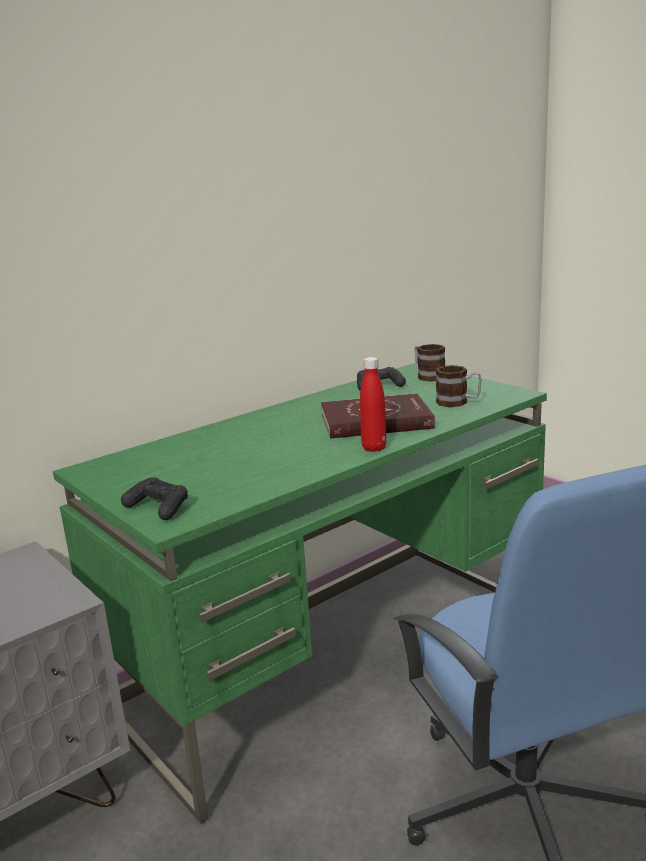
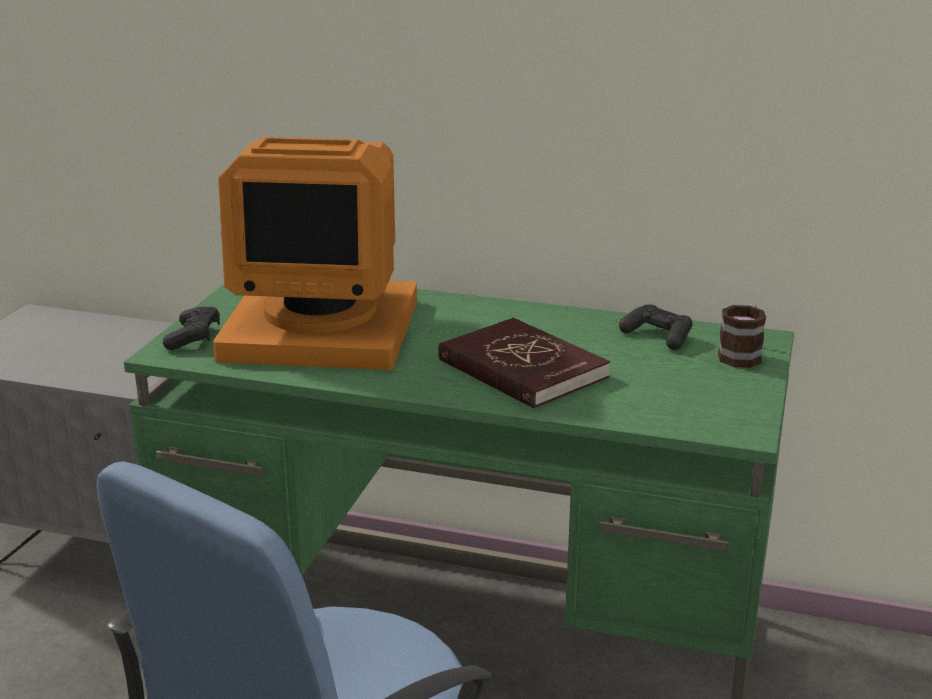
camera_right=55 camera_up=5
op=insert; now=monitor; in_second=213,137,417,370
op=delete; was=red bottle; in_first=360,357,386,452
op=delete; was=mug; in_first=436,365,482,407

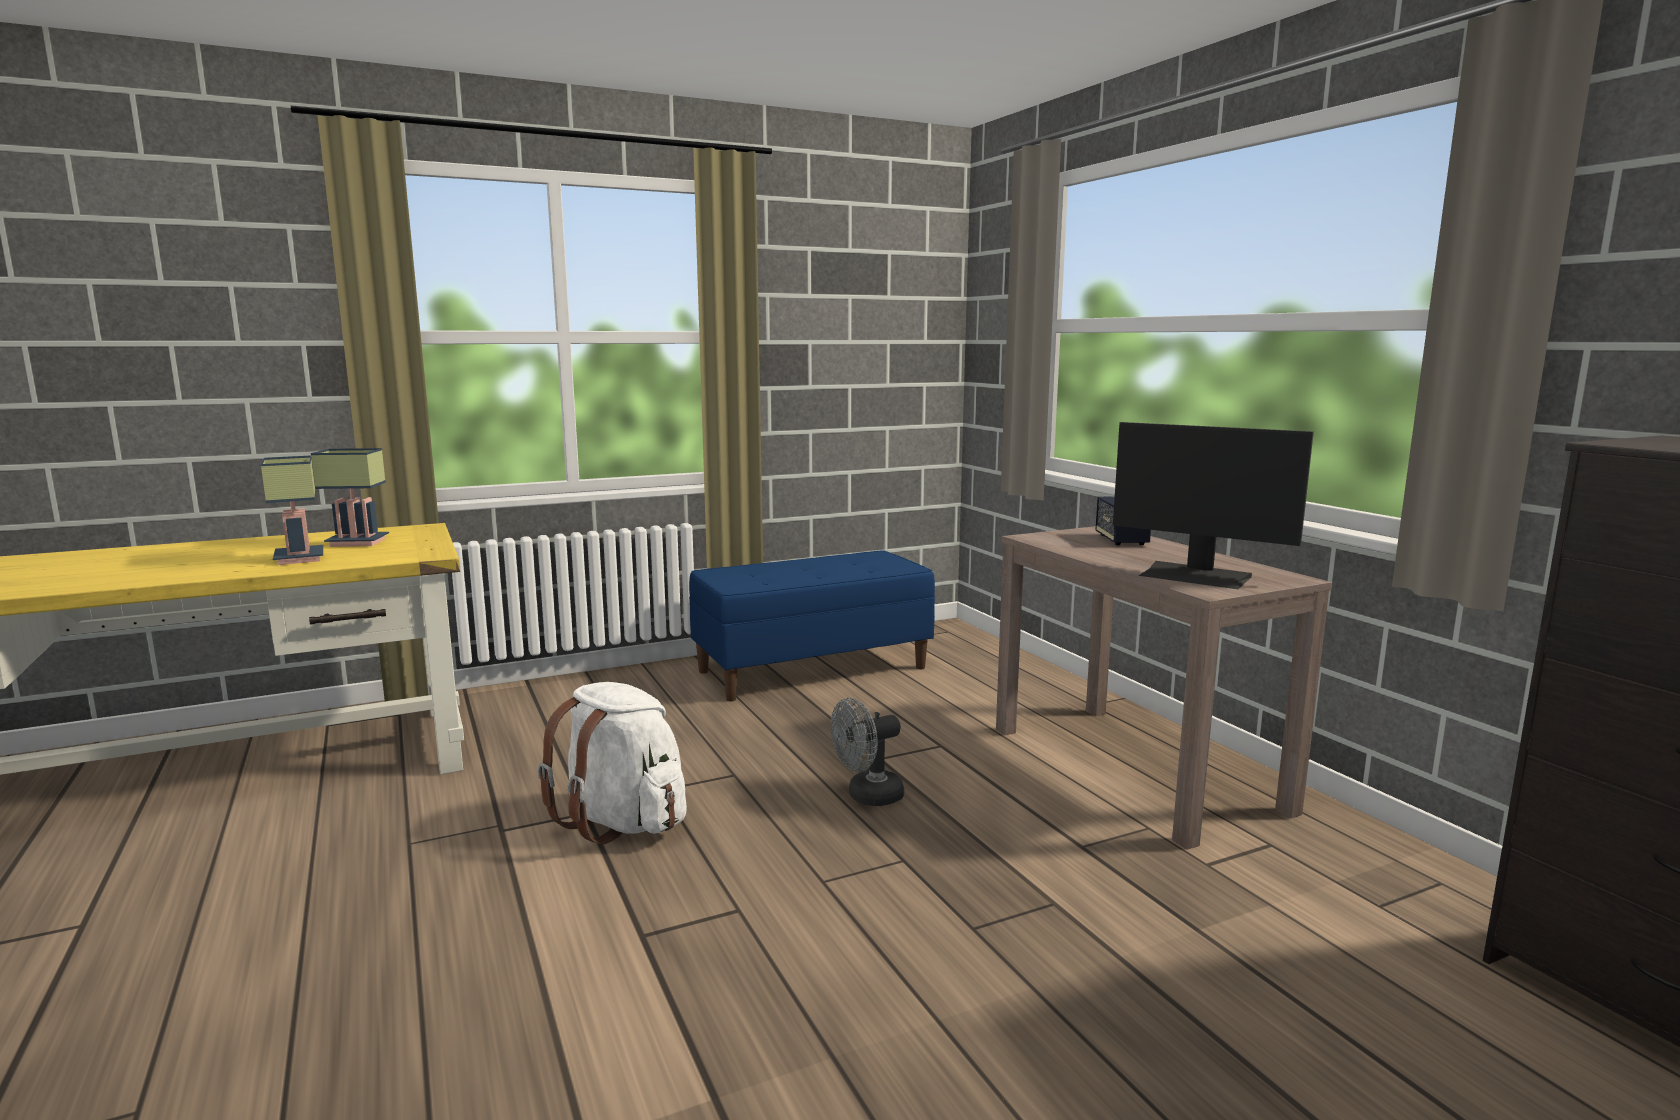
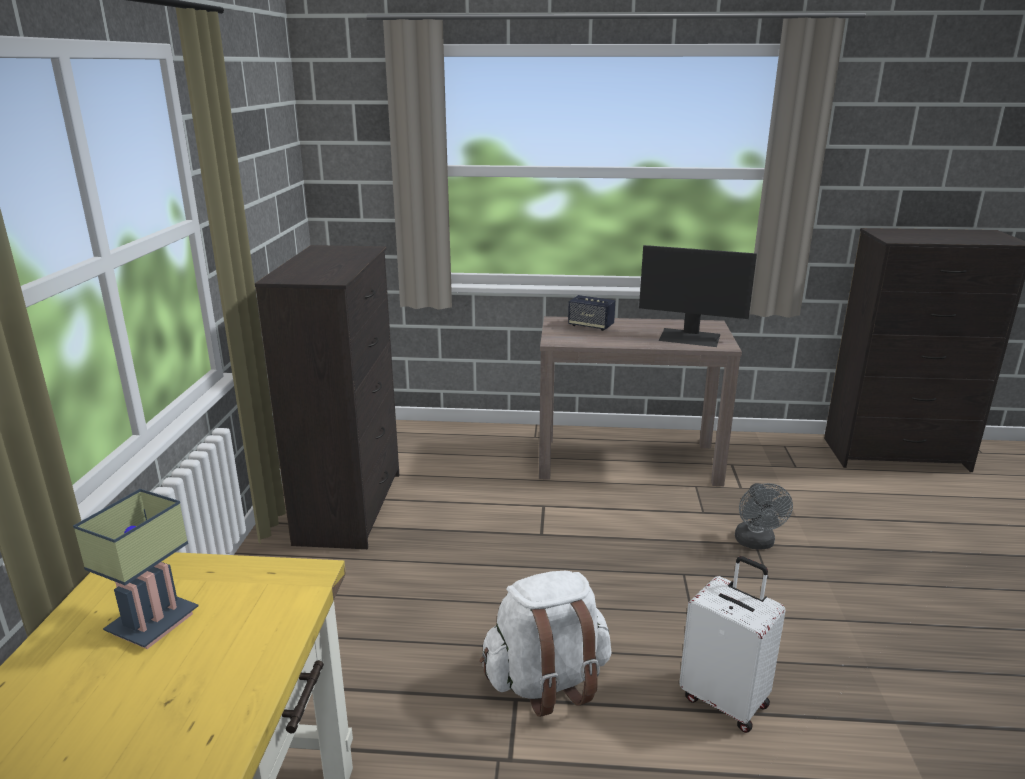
camera_right=-60 camera_up=10
op=replace; was=blue bench; now=black dresser; in_first=689,550,935,701; in_second=255,245,399,549
op=rotate; was=monitor; in_first=1113,422,1314,589; in_second=639,245,757,347; clockwise=45
op=insert; now=white suitcase; in_second=679,556,786,733
op=move; was=grey fan; in_first=831,698,904,806; in_second=735,483,793,549
op=delete; was=table lamp; in_first=261,455,323,565

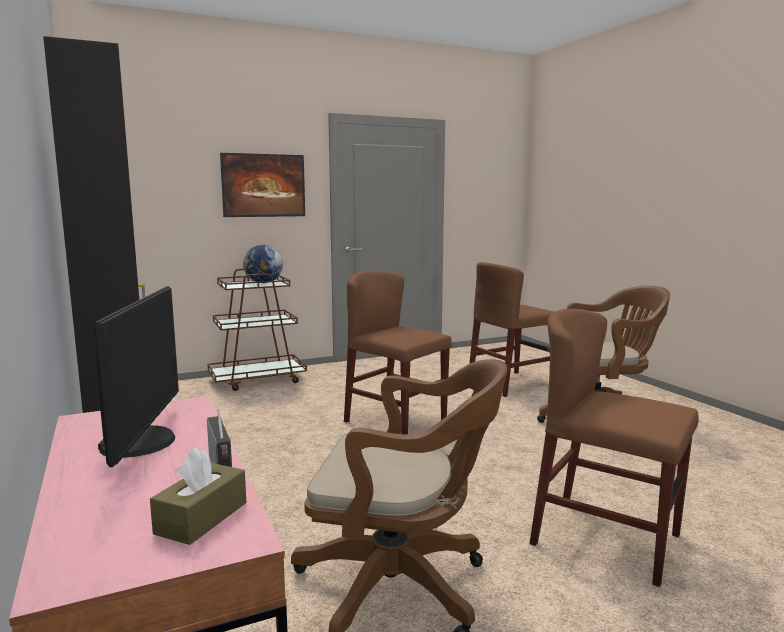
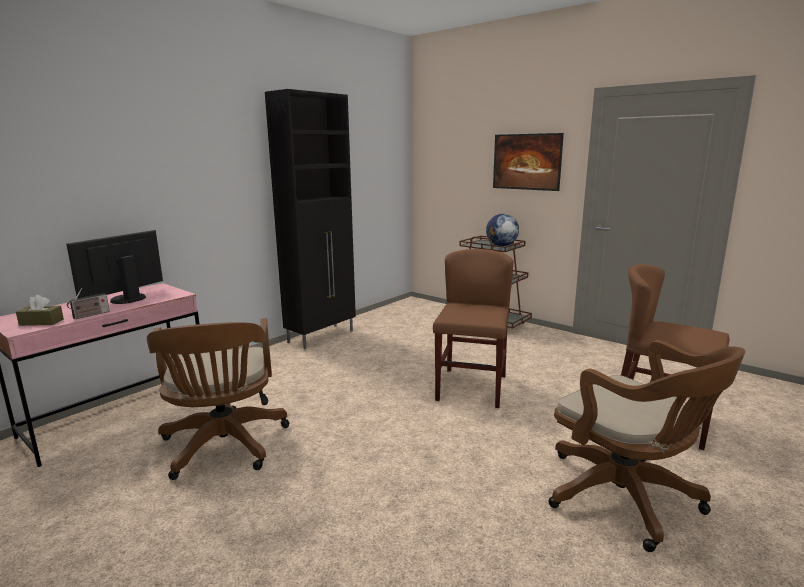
camera_right=65 camera_up=5
op=rotate; was=monitor; in_first=93,286,179,467; in_second=66,230,163,304; clockwise=150
op=delete; was=brown chair; in_first=529,309,699,587

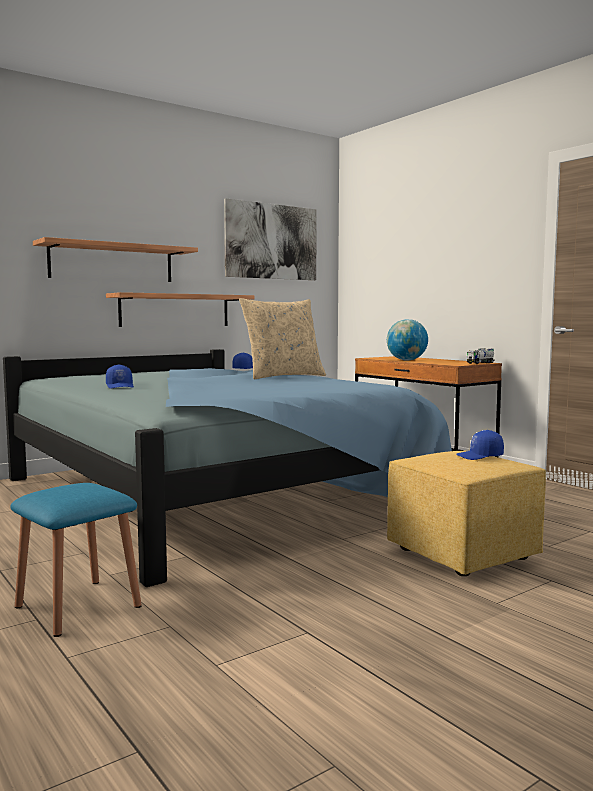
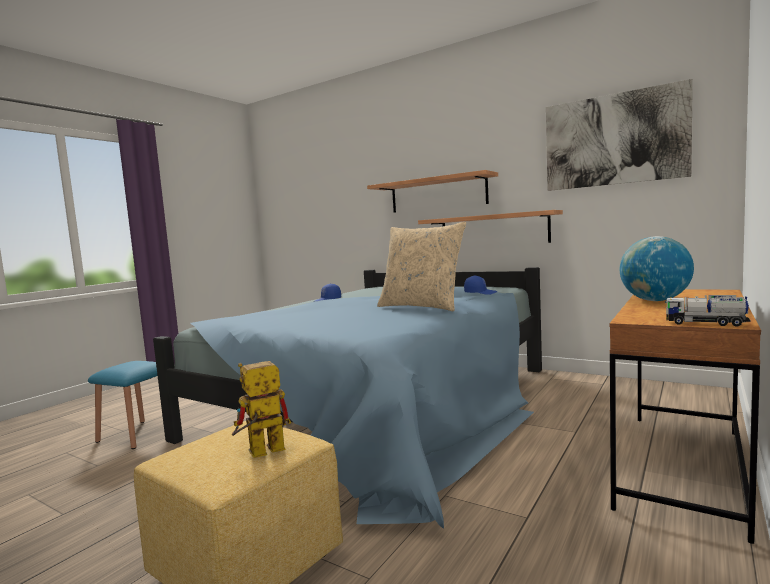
camera_right=70 camera_up=0
op=replace; was=blue cap; now=toy robot; in_first=456,430,504,460; in_second=232,361,291,458

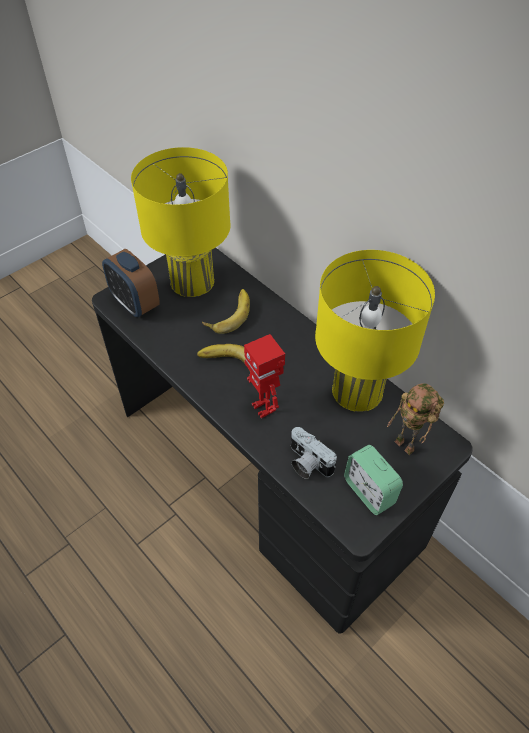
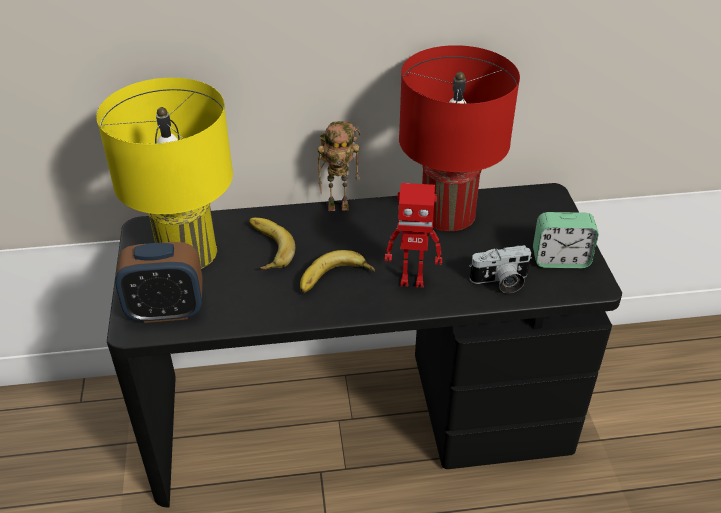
camera_right=-55 camera_up=-10
op=move; was=toy robot; in_first=387,383,444,455; in_second=318,121,360,211
op=recolor; was=yellow table lamp; now=red table lamp; in_first=315,250,435,412; in_second=399,45,520,231

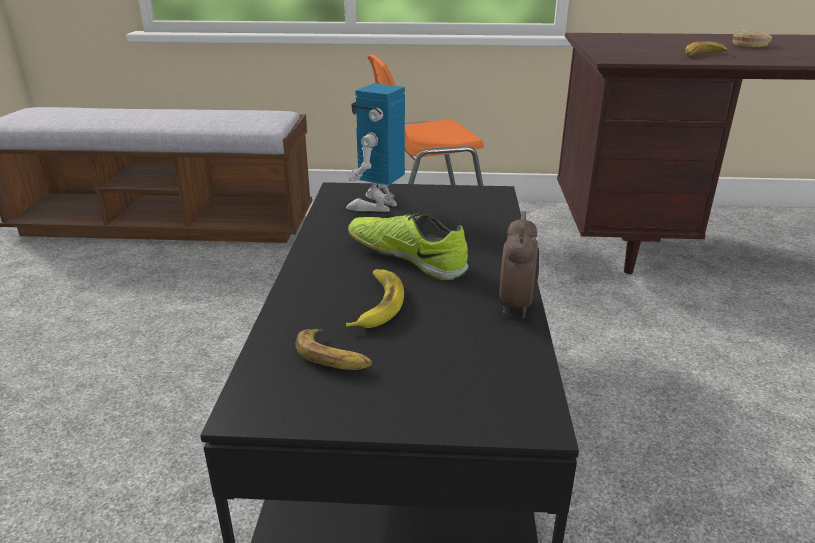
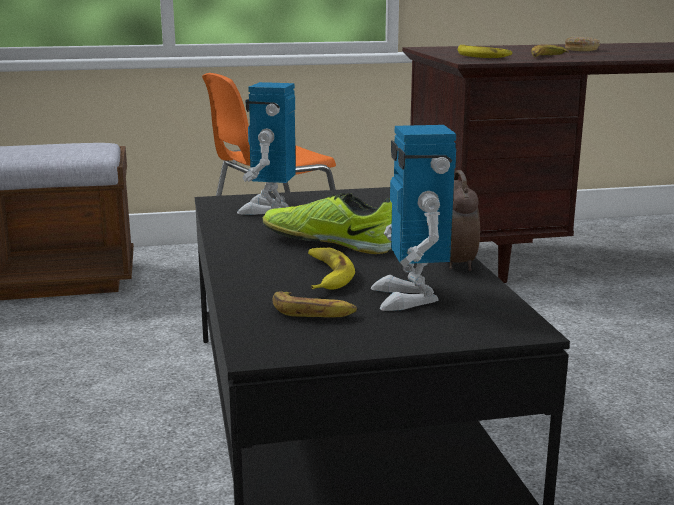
camera_right=-15 camera_up=-10
op=insert; now=toy robot; in_second=371,125,456,311
op=insert; now=banana; in_second=458,45,512,58

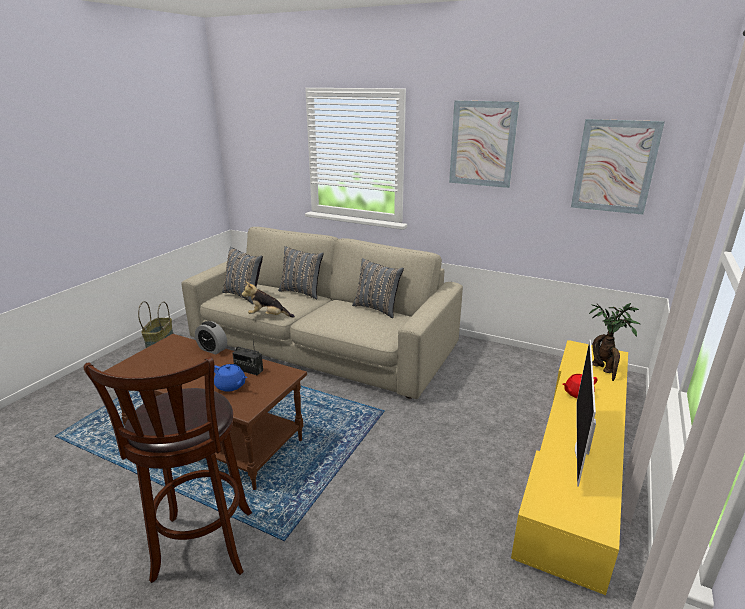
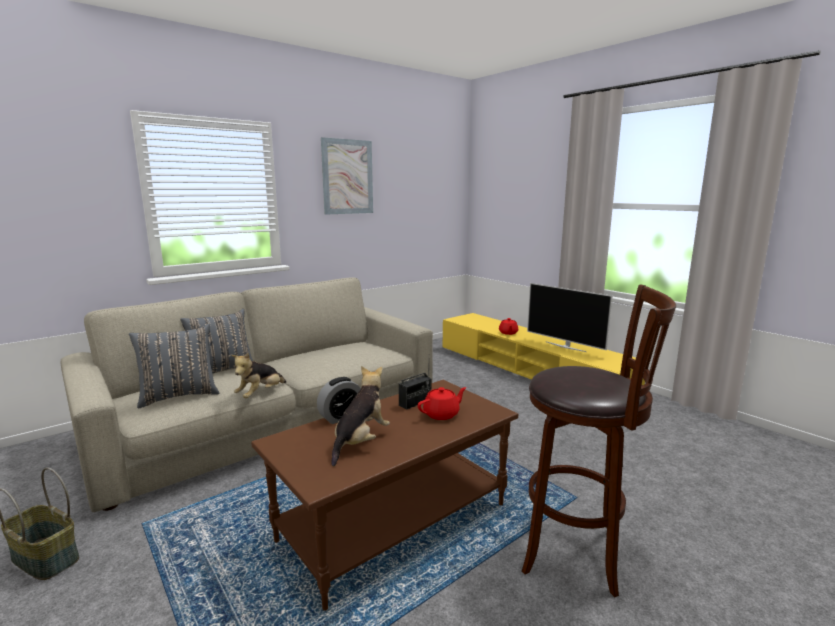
camera_right=-65 camera_up=-10
op=insert; now=plush toy; in_second=331,366,390,467
op=recolor; was=blue teapot; now=red teapot; in_first=214,364,247,392; in_second=418,387,467,420
op=delete; was=grey pillow; in_first=352,258,404,318
op=delete; was=picture; in_first=571,119,665,215
op=delete; was=potted plant; in_first=589,303,640,381

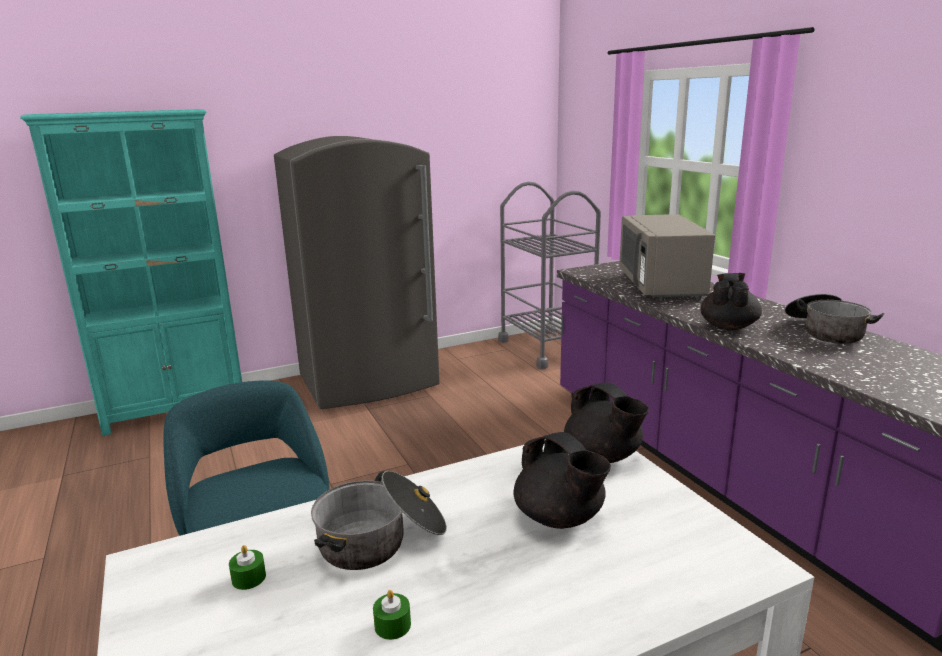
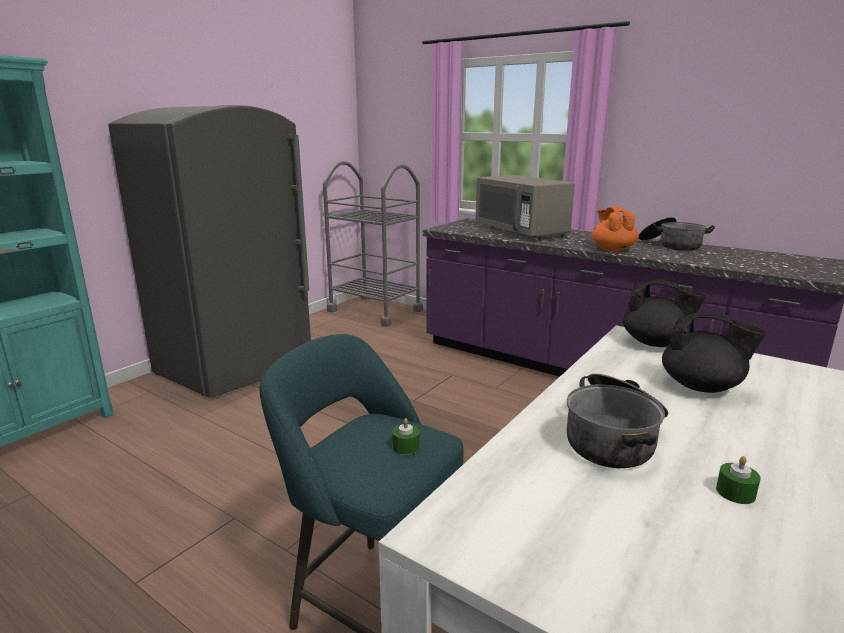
camera_right=-30 camera_up=0
op=move; was=green candle; in_first=229,545,266,590; in_second=392,418,419,454
op=recolor; was=black teapot; now=orange teapot; in_first=701,273,762,330; in_second=592,206,639,251

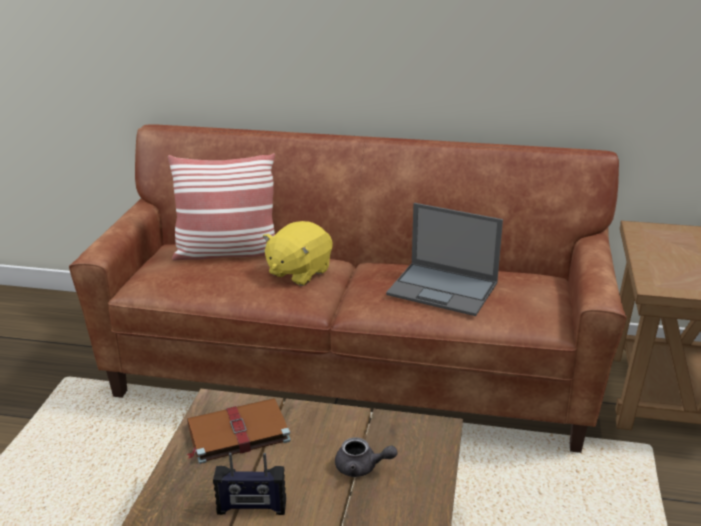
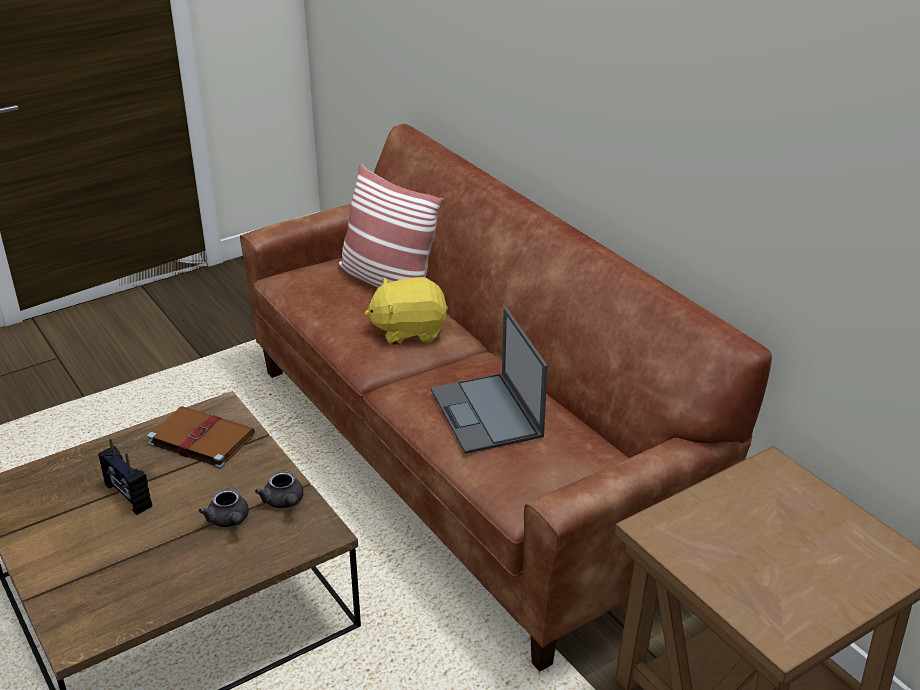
camera_right=45 camera_up=5
op=insert; now=grey teapot; in_second=255,471,304,508

